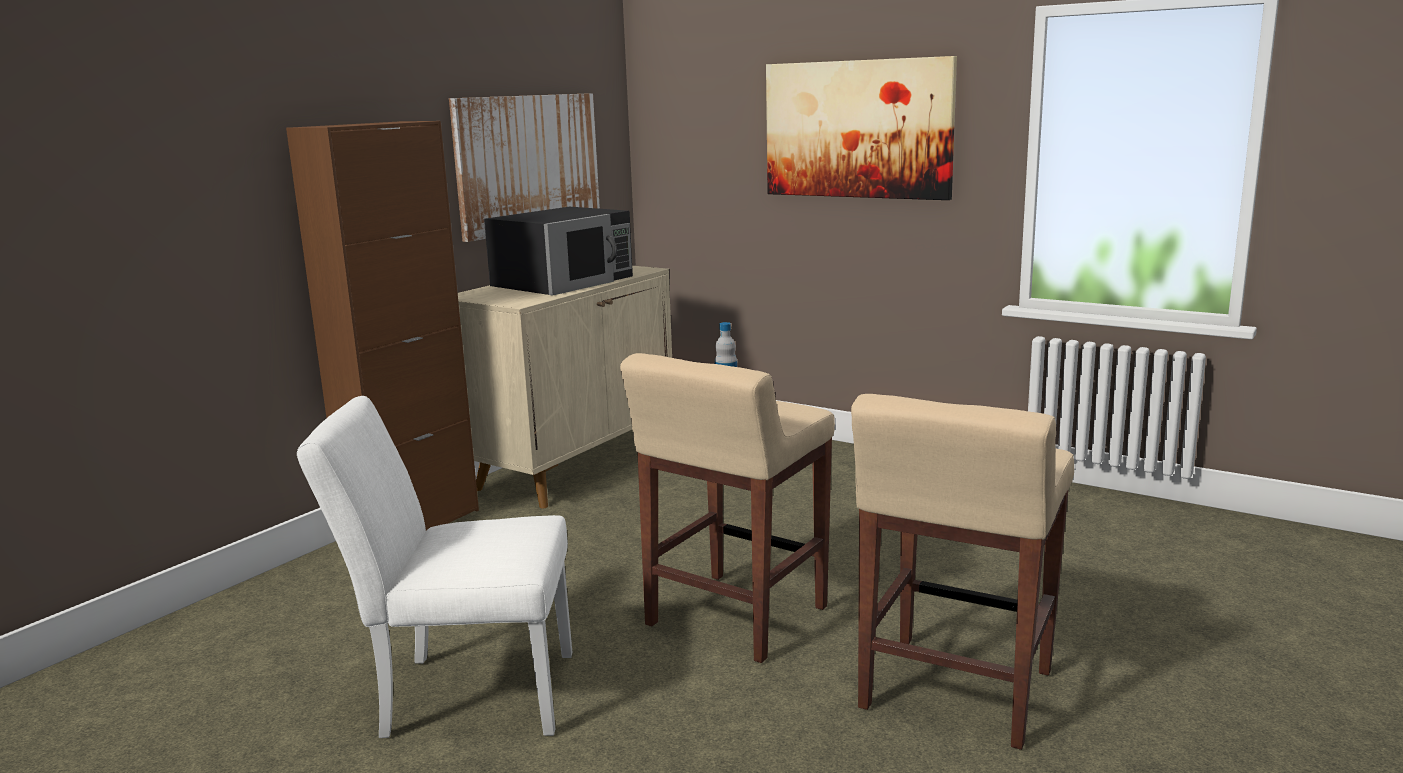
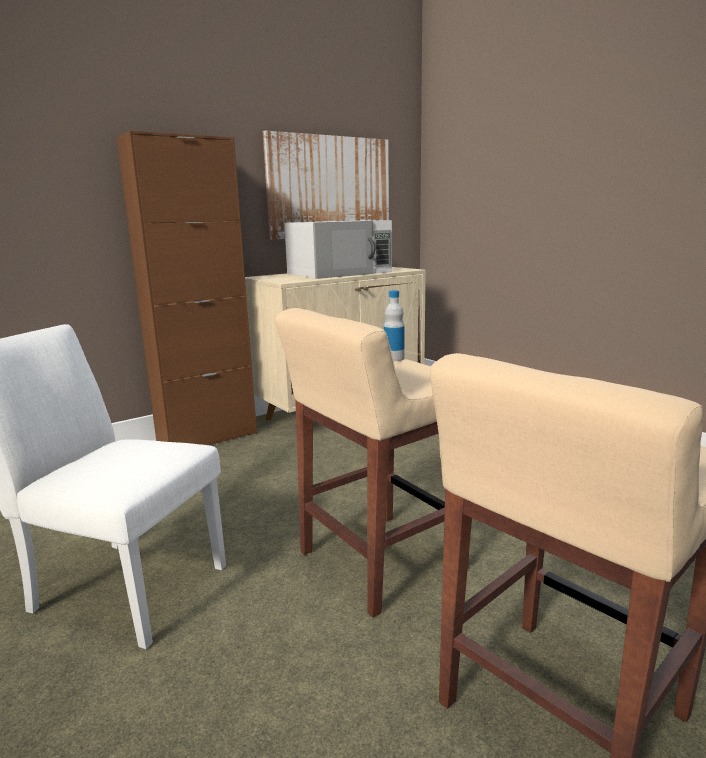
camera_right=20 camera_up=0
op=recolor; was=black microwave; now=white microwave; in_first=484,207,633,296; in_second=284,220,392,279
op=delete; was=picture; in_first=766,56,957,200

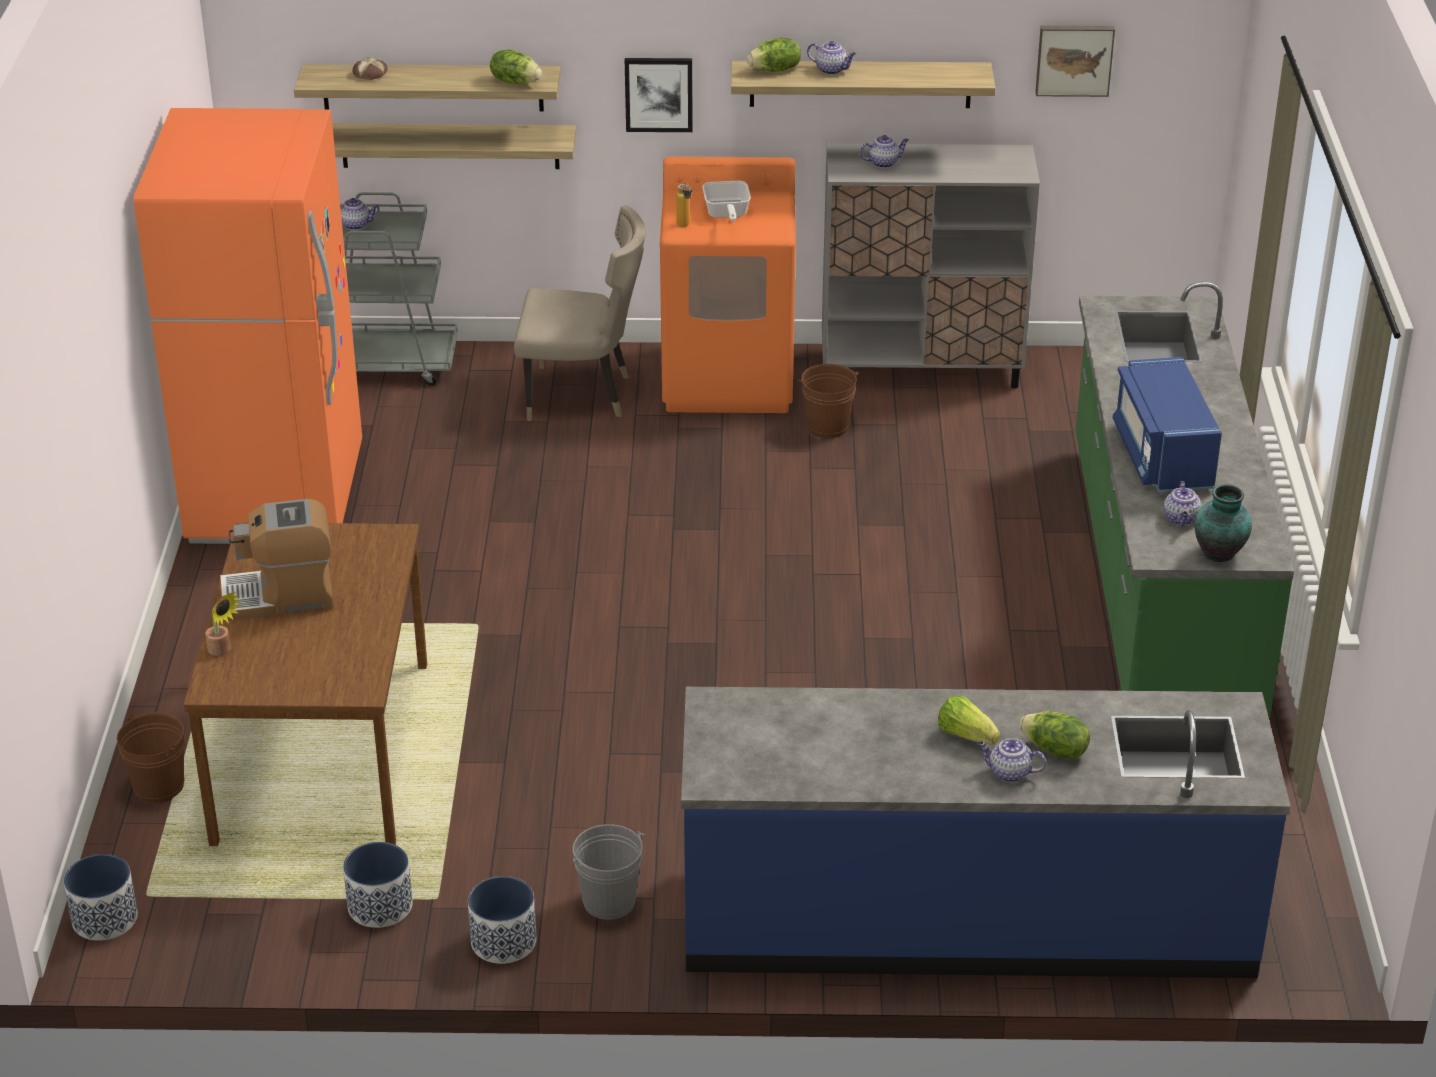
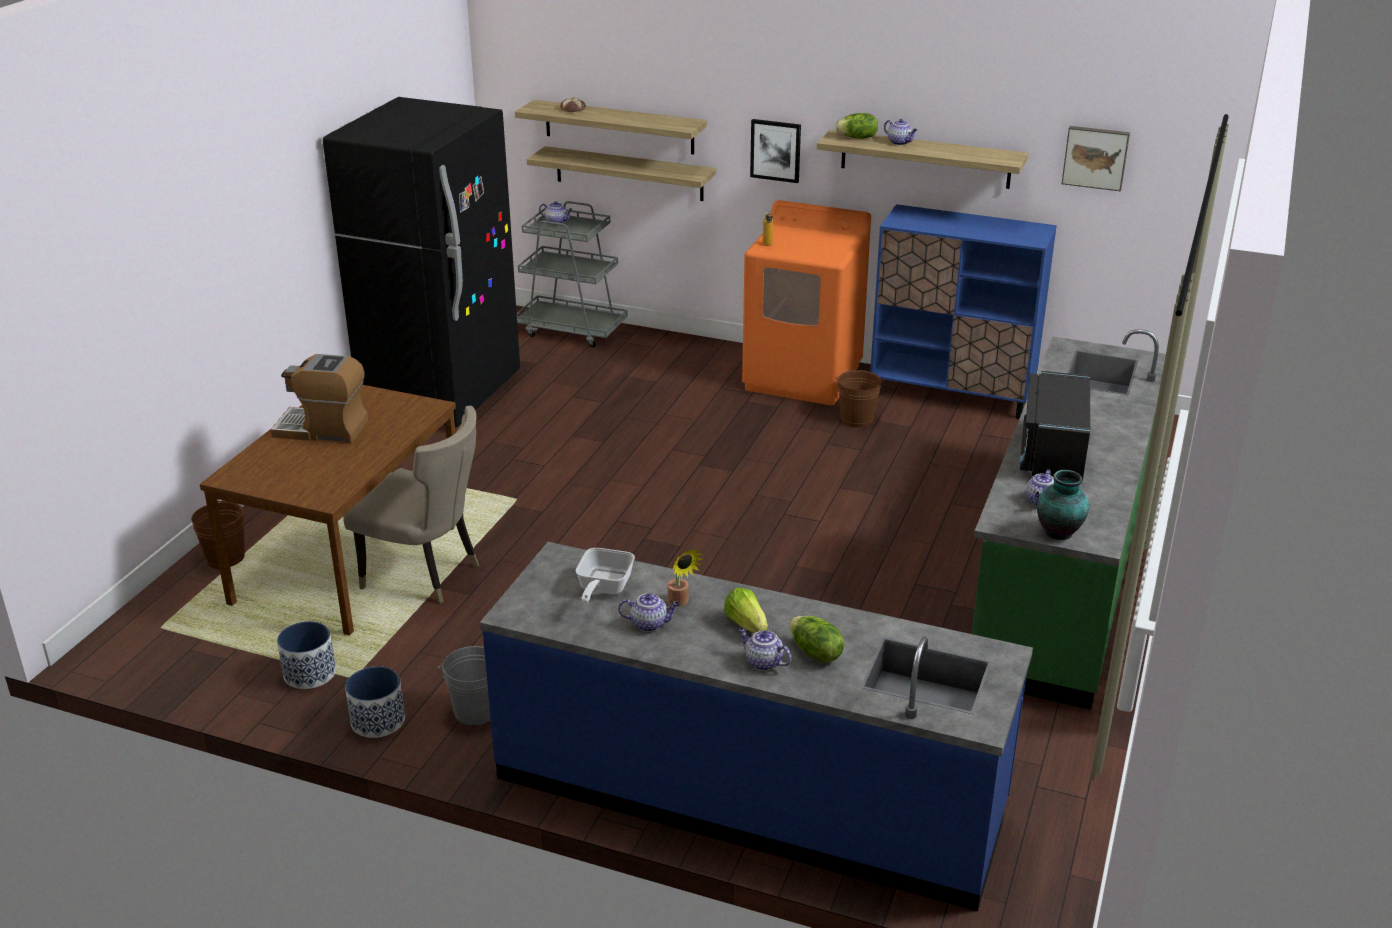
camera_right=20 camera_up=-5
op=recolor; was=orange fridge; now=black fridge; in_first=134,108,362,544; in_second=323,97,520,427
op=move; was=beige chair; in_first=514,205,646,421; in_second=343,406,479,603
op=move; was=frying pan; in_first=702,181,751,222; in_second=576,548,635,603
op=move; was=teapot; in_first=859,135,909,168; in_second=618,593,679,631
op=move; was=potted plant; in_first=206,592,242,656; in_second=667,550,703,606
op=recolor; was=grey cabinet; now=blue cabinet; in_first=822,144,1040,388; in_second=870,204,1057,419
op=recolor; was=blue microwave; now=black microwave; in_first=1113,357,1222,492; in_second=1019,371,1090,484
op=delete; was=planter; in_first=64,854,138,941
op=delete; was=lettuce; in_first=490,50,542,84

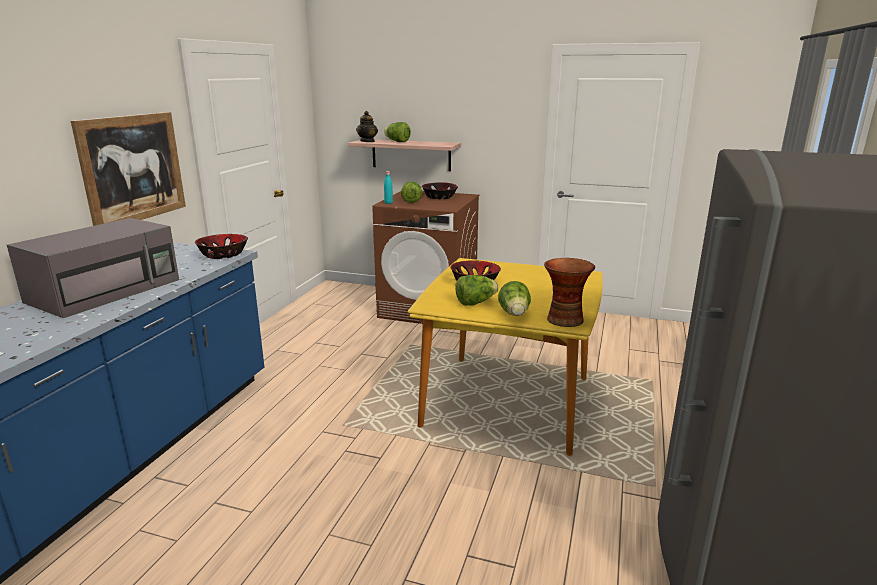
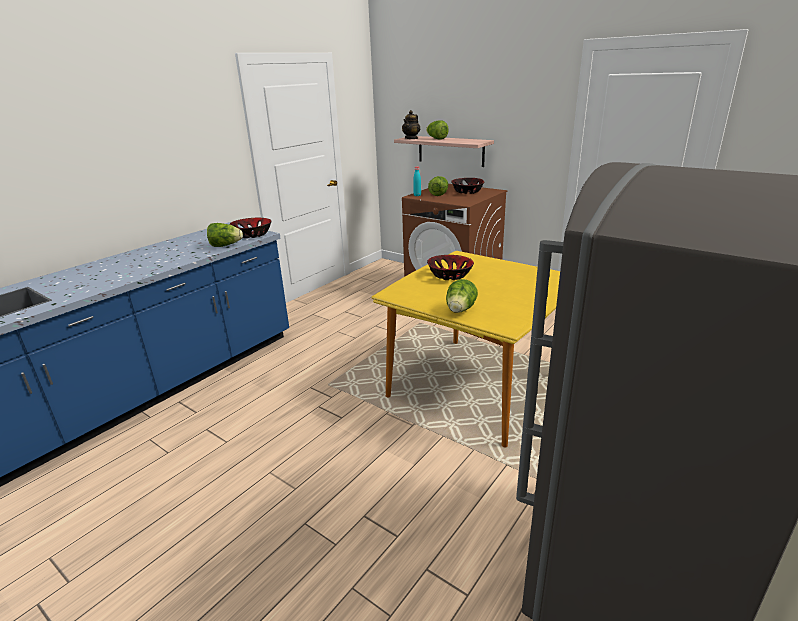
camera_right=20 camera_up=5
op=move; was=lettuce; in_first=455,275,498,306; in_second=207,223,243,247
op=delete; was=grey microwave; in_first=7,218,179,318
op=delete; was=picture; in_first=71,112,186,226
op=delete; was=vase; in_first=544,258,595,327

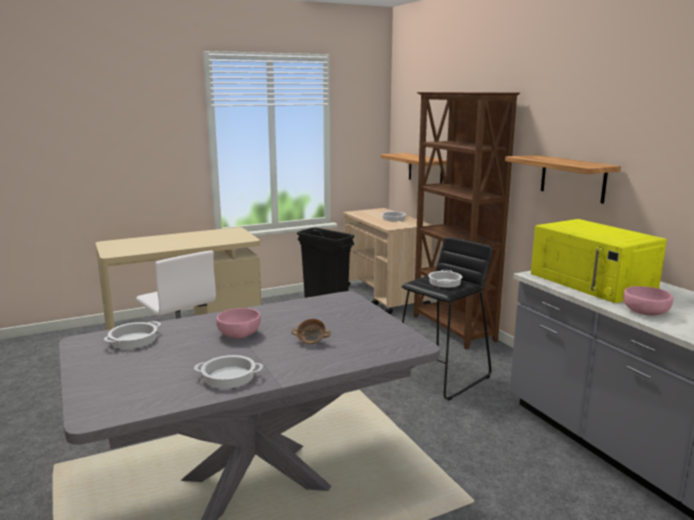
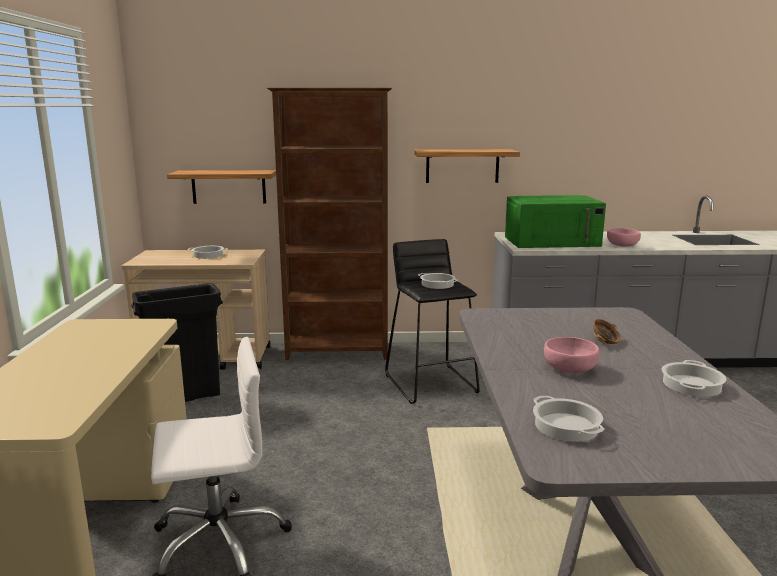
camera_right=-65 camera_up=0
op=recolor; was=yellow microwave; now=green microwave; in_first=531,219,667,303; in_second=505,195,606,248

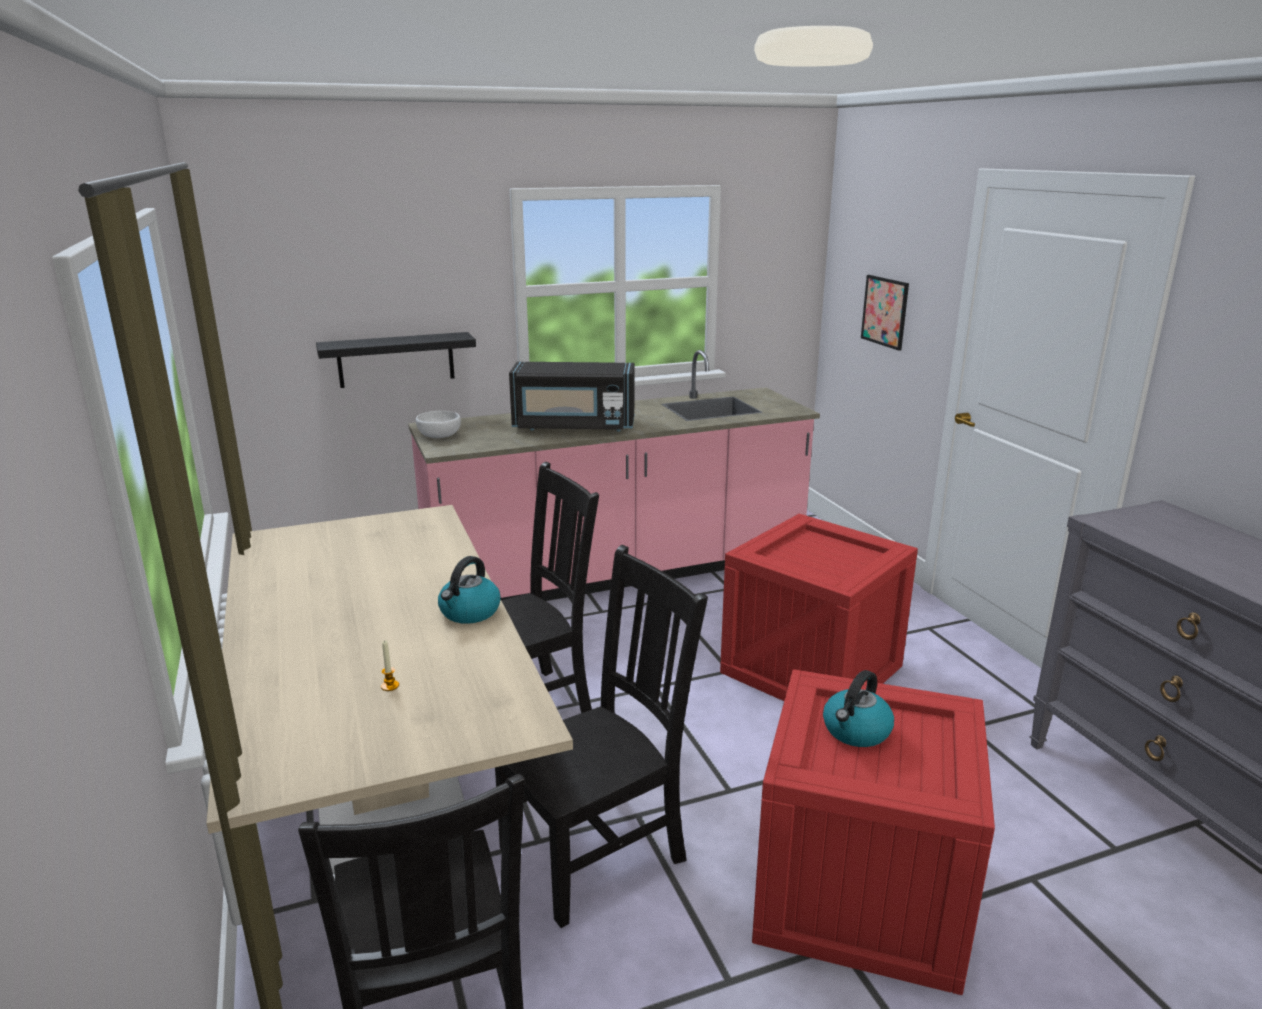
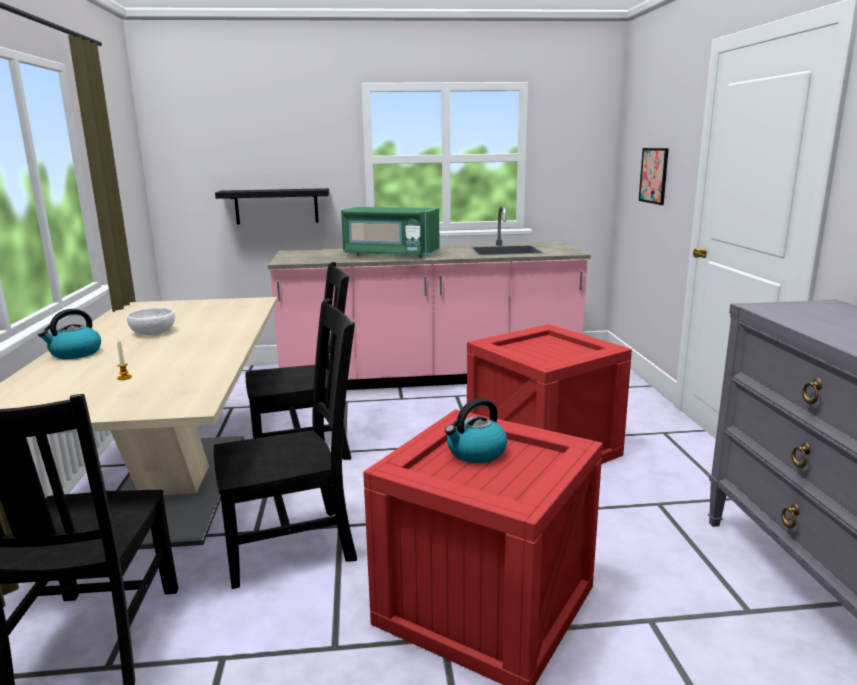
camera_right=15 camera_up=-5
op=move; was=kettle; in_first=438,556,501,624; in_second=38,309,101,359
op=move; was=white bowl; in_first=416,411,461,438; in_second=127,308,175,335
op=recolor; was=black microwave; now=green microwave; in_first=509,362,634,431; in_second=341,207,440,258

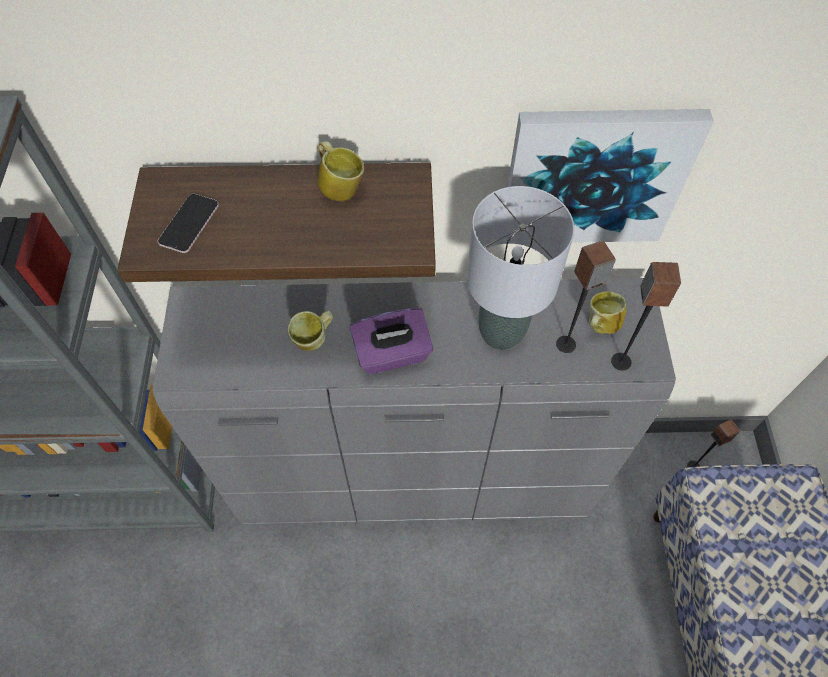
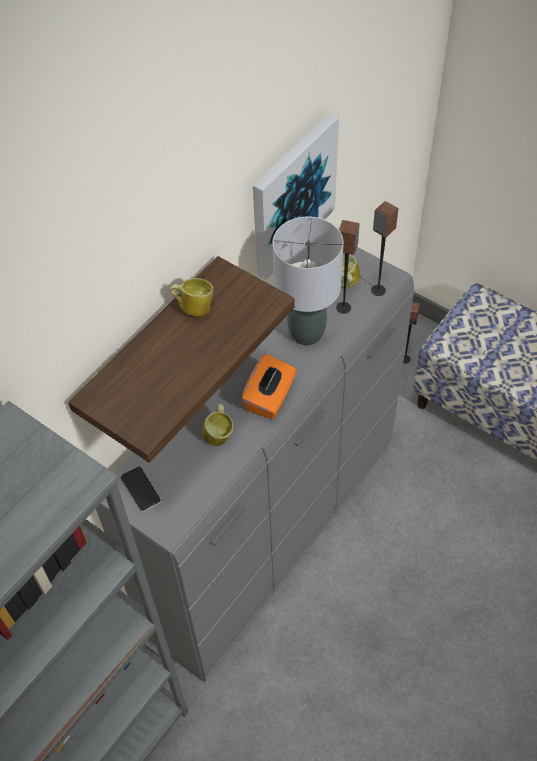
camera_right=-50 camera_up=-5
op=move; was=phone; in_first=158,194,219,253; in_second=120,466,161,512
op=recolor; was=purple tissue box; now=orange tissue box; in_first=350,308,433,374; in_second=241,354,297,419

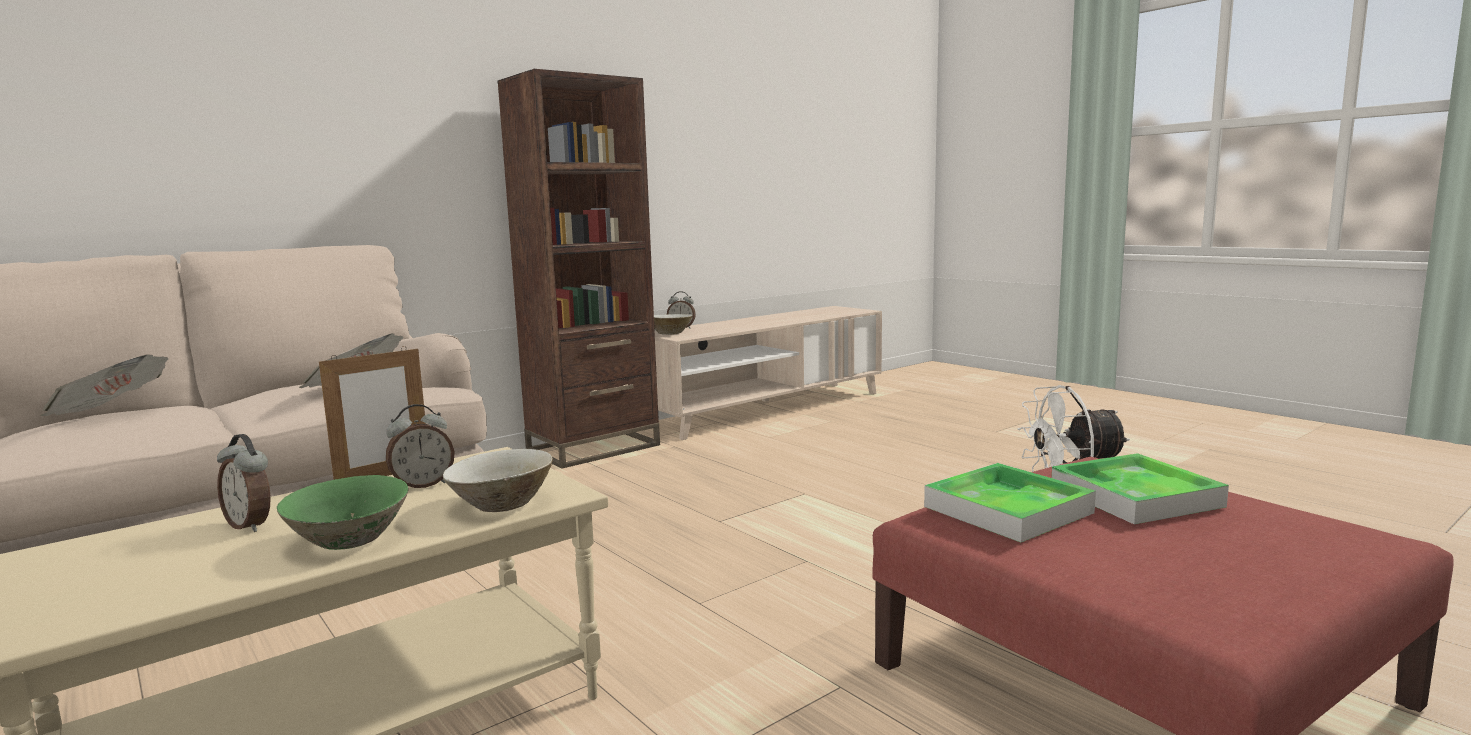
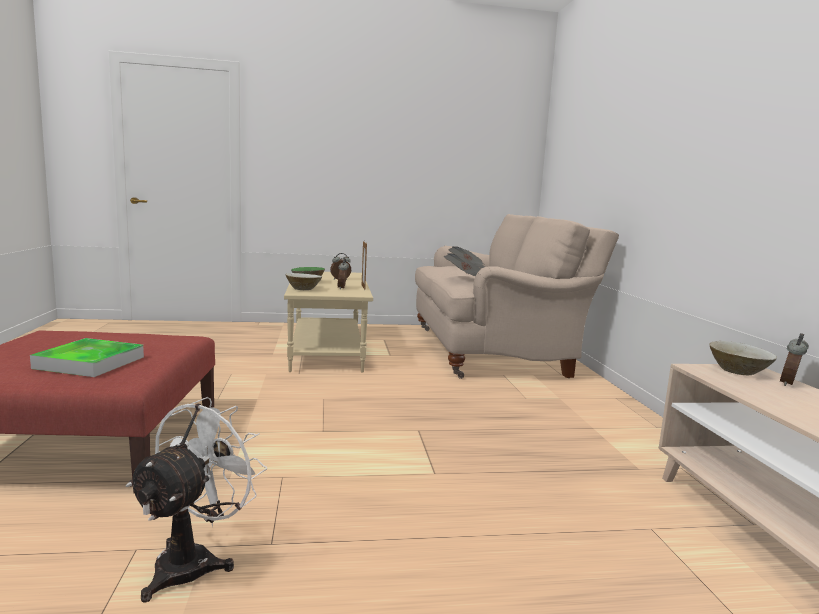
camera_right=120 camera_up=0
op=delete; was=brown bookcase; in_first=497,69,660,469
op=delete; was=tray; in_first=924,463,1096,542

